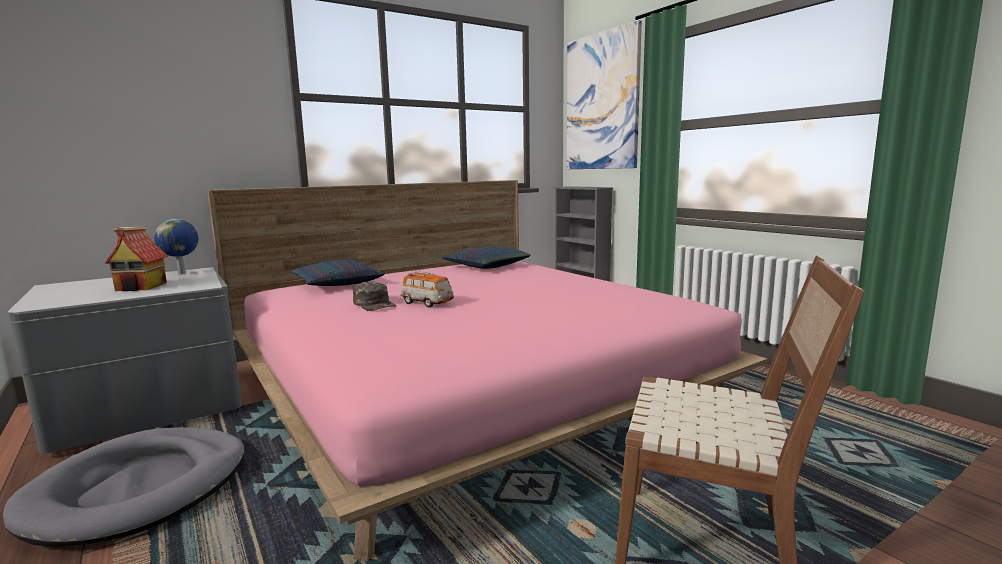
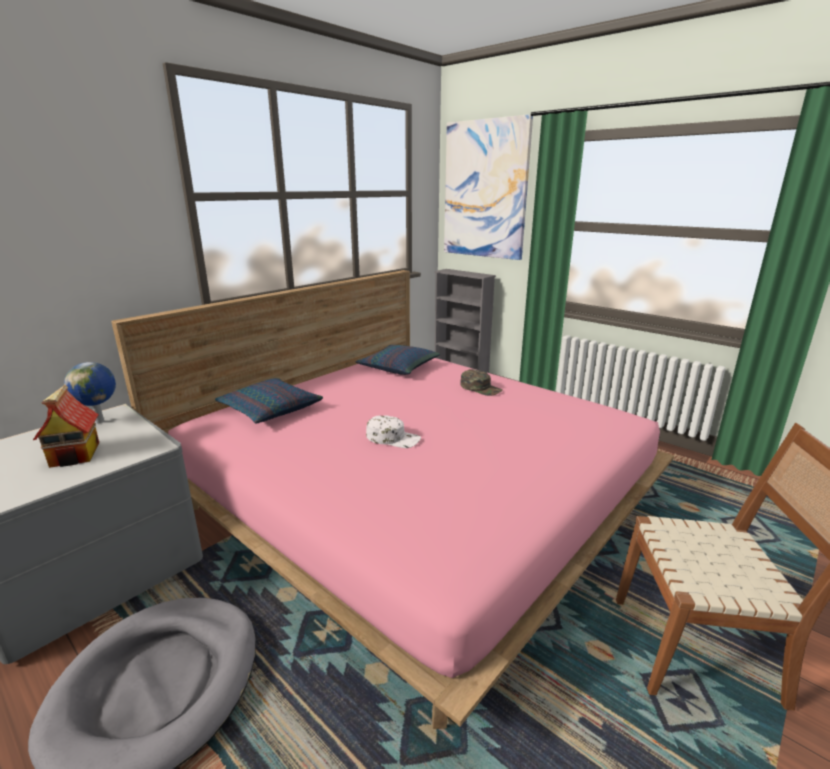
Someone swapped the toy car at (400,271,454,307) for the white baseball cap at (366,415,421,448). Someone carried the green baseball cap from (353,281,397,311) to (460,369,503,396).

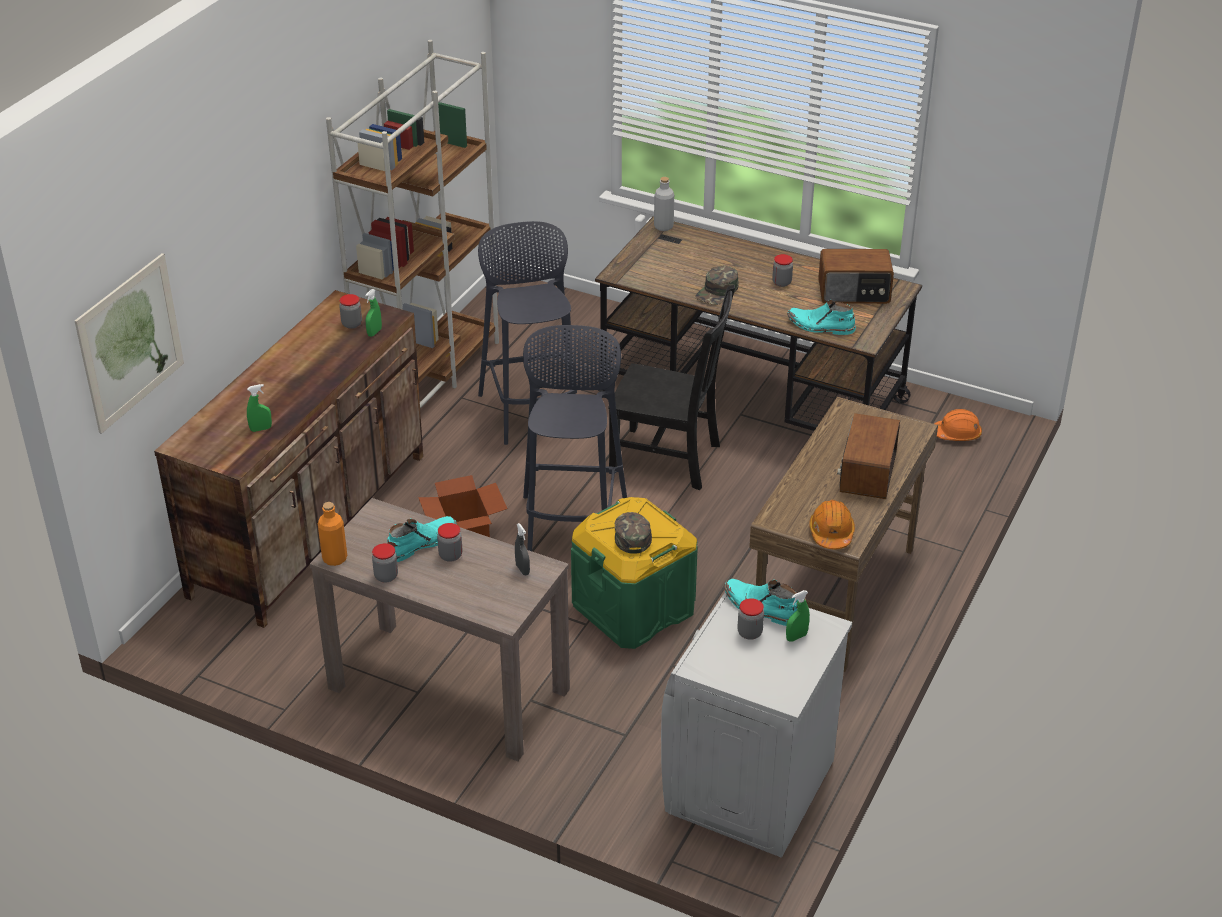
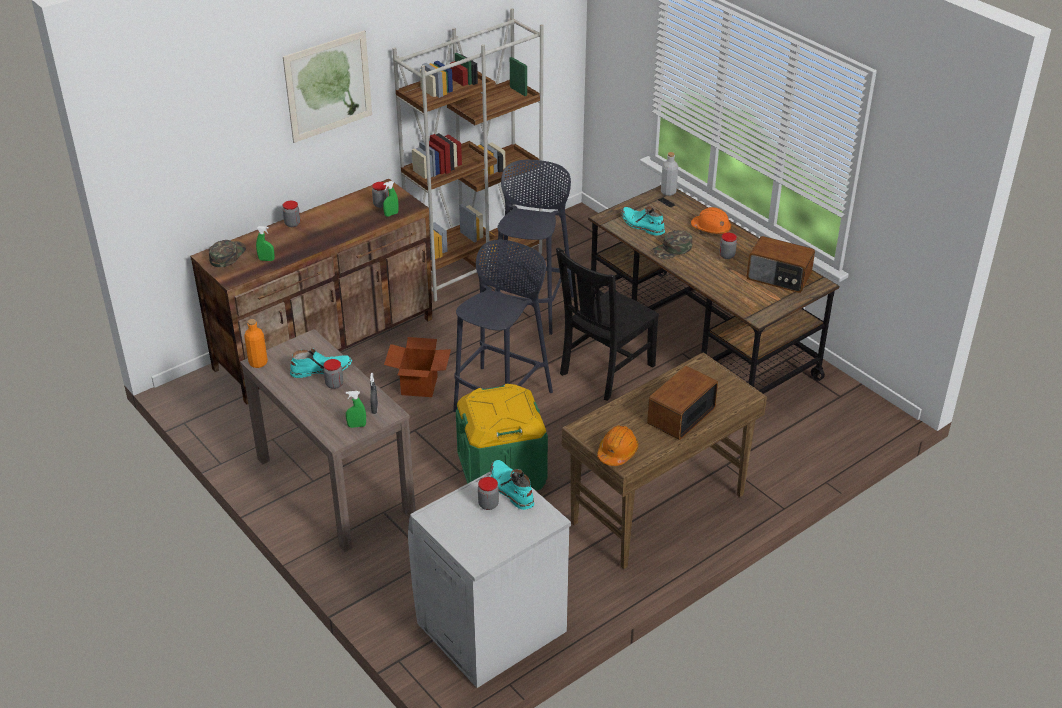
Someone carried the green baseball cap from (615,512,652,554) to (209,240,246,267). Someone carried the wall picture from (75,253,184,434) to (283,30,372,143). Someone carried the jar from (372,543,398,583) to (283,201,300,227). Someone carried the green hand sprayer from (786,590,810,642) to (346,391,366,428). Someone rotated the blackish plain chair at (608,285,735,490) by 90 degrees clockwise. Someone carried the turquoise high-top boot from (787,300,856,335) to (621,206,665,235). Someone carried the orange safety helmet from (934,409,982,441) to (691,207,731,234).

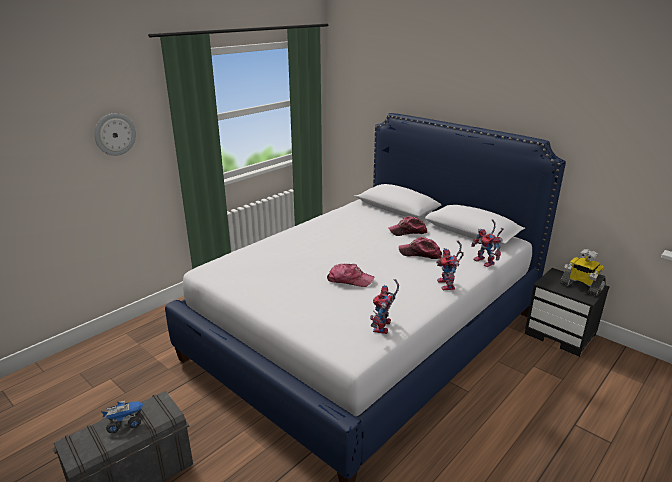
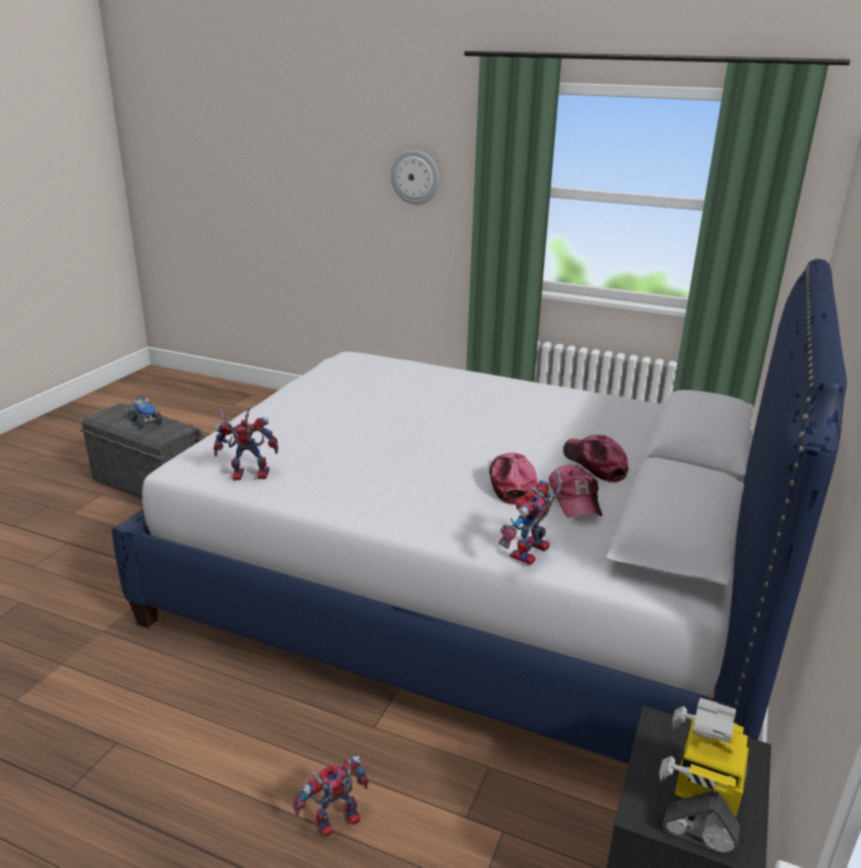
Someone carried the robot figure from (436,241,464,290) to (293,756,369,837). Someone carried the baseball cap from (327,263,374,287) to (549,464,602,518).

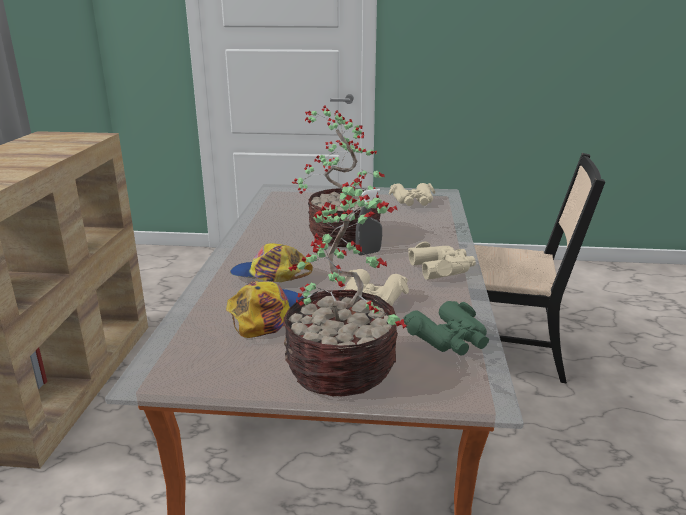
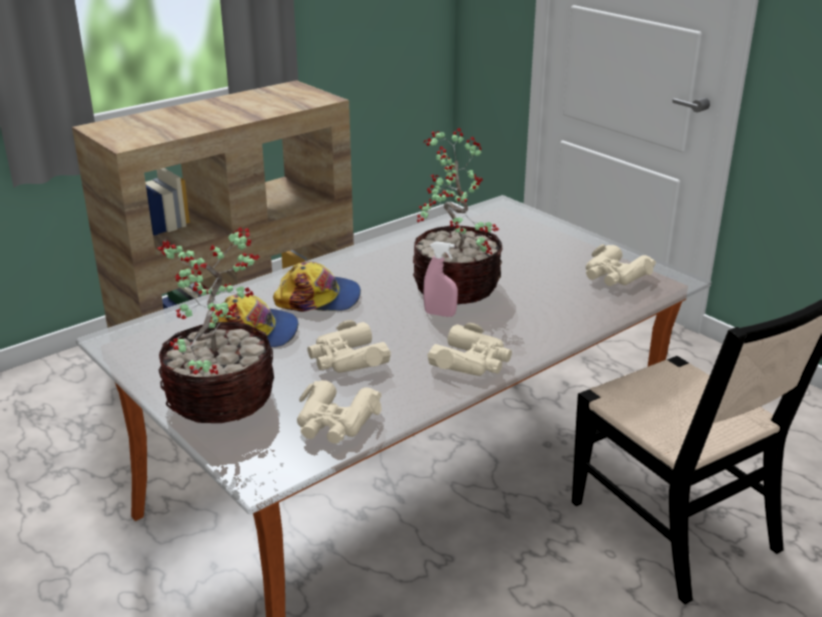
Someone rotated the baseball cap at (230,243,313,282) by 120 degrees clockwise. Someone repainted the green field glasses at (403,301,489,356), which became the sand-coloured field glasses at (297,380,382,444). Someone repainted the gray hand sprayer at (355,189,382,255), which became the pink-coloured hand sprayer at (423,241,458,317).

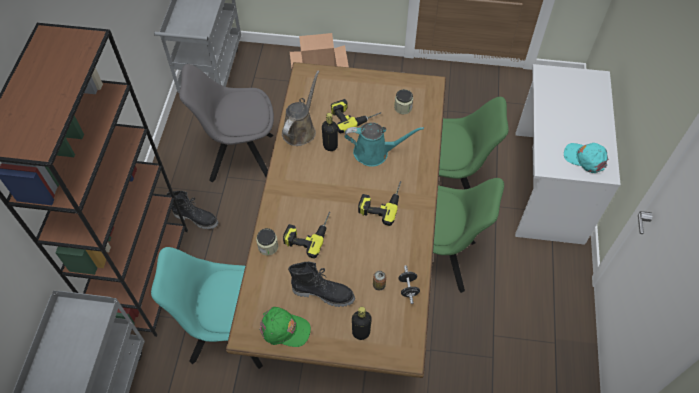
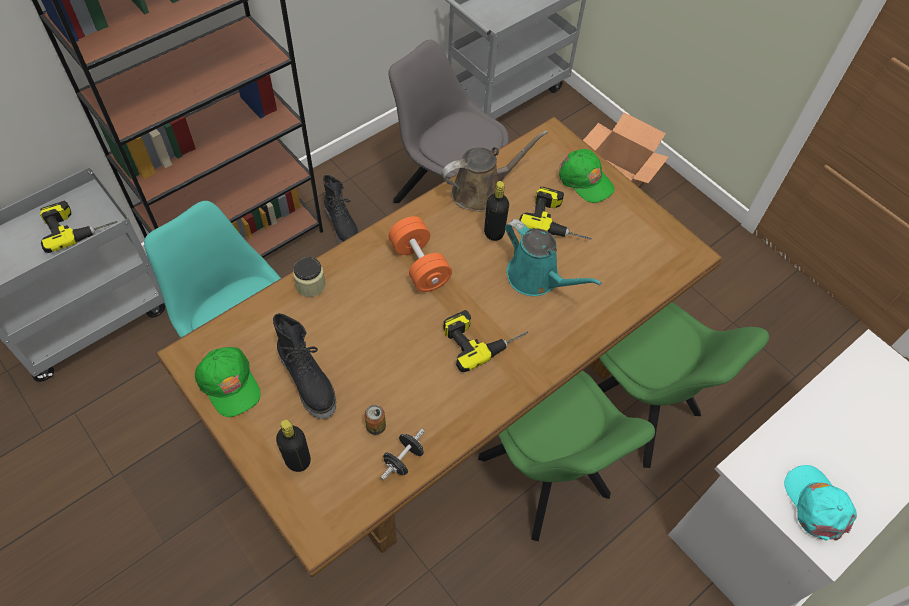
Someone carried the drill from (283,212,330,259) to (40,201,118,253). Someone put down the orange free weight at (389,216,452,292). Someone put down the green baseball cap at (559,149,615,203). Someone took away the jar at (394,89,413,114).

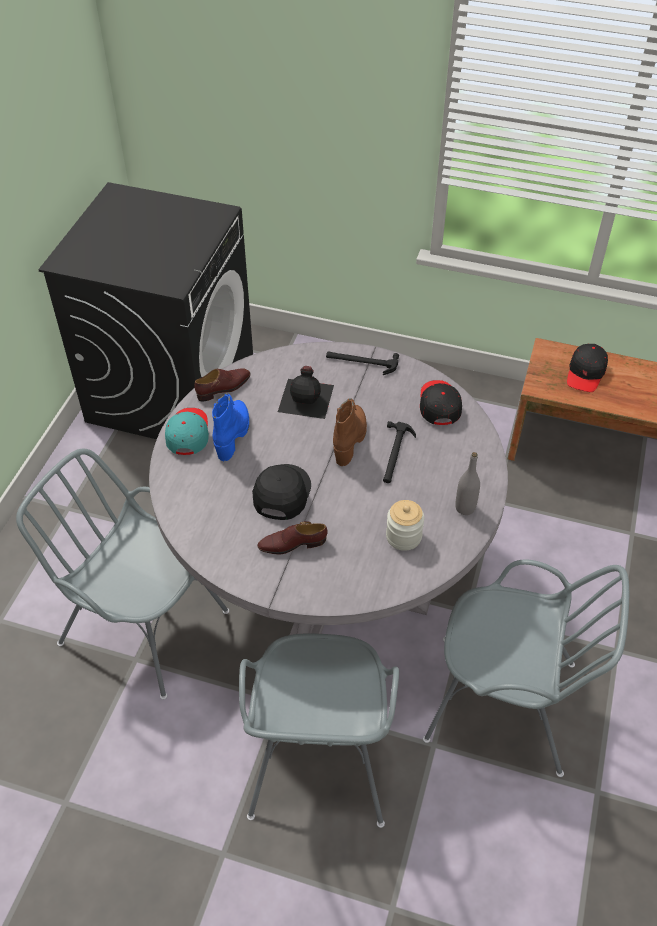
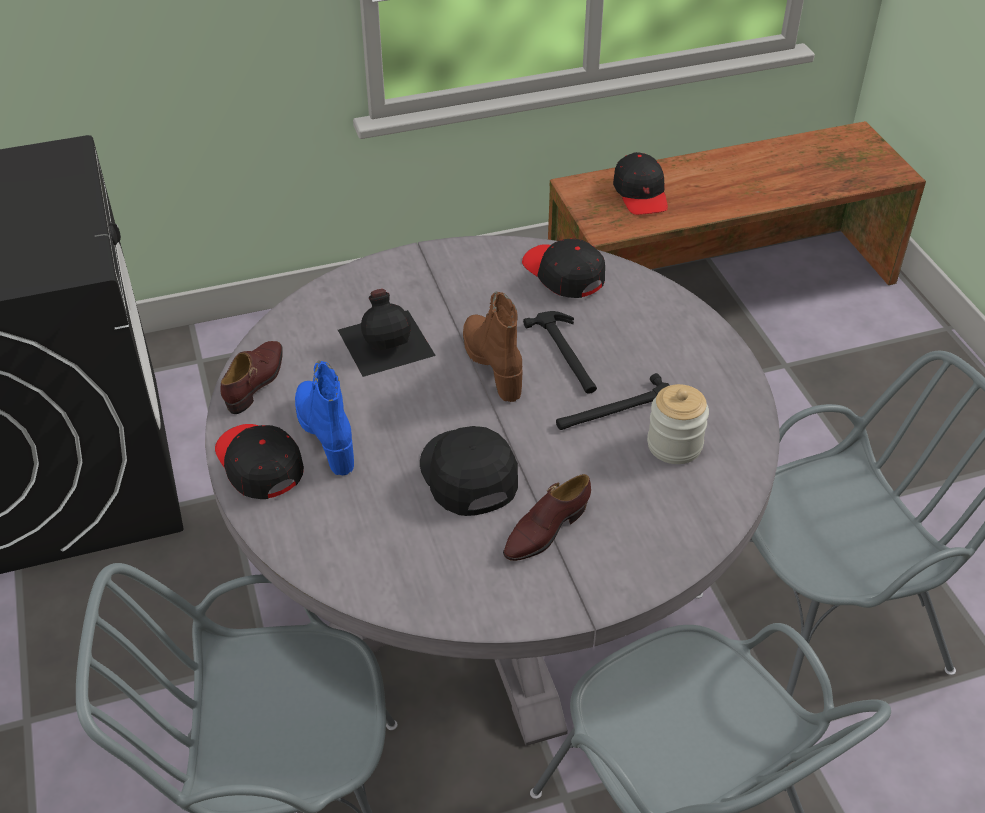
Someone repainted the turquoise baseball cap at (165,408,209,455), which became the blackish baseball cap at (215,424,304,499). Someone carried the hammer from (326,351,399,375) to (556,373,670,430). Someone took away the gray bottle at (455,452,480,515).

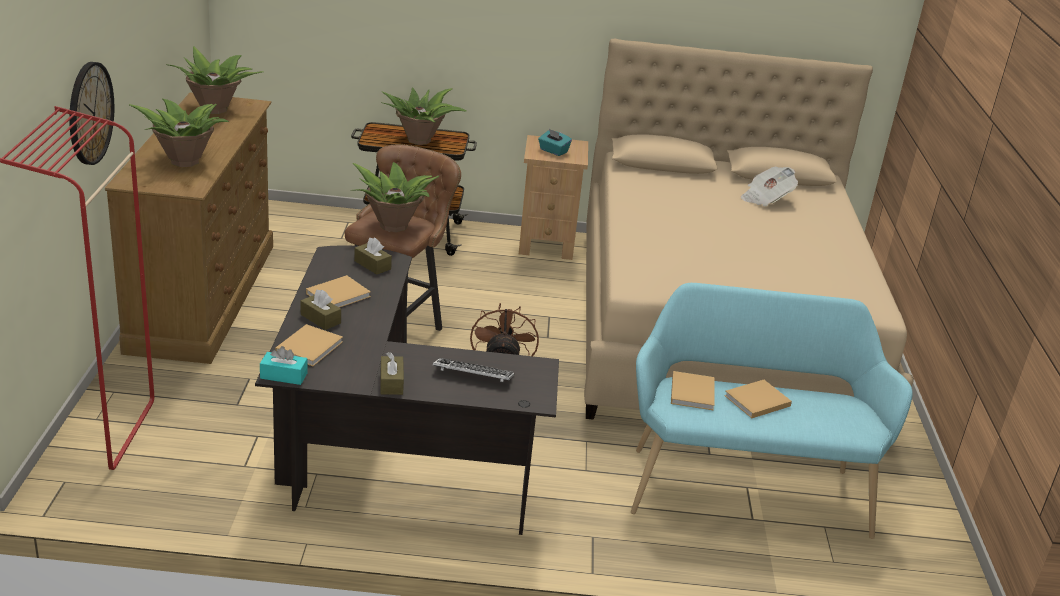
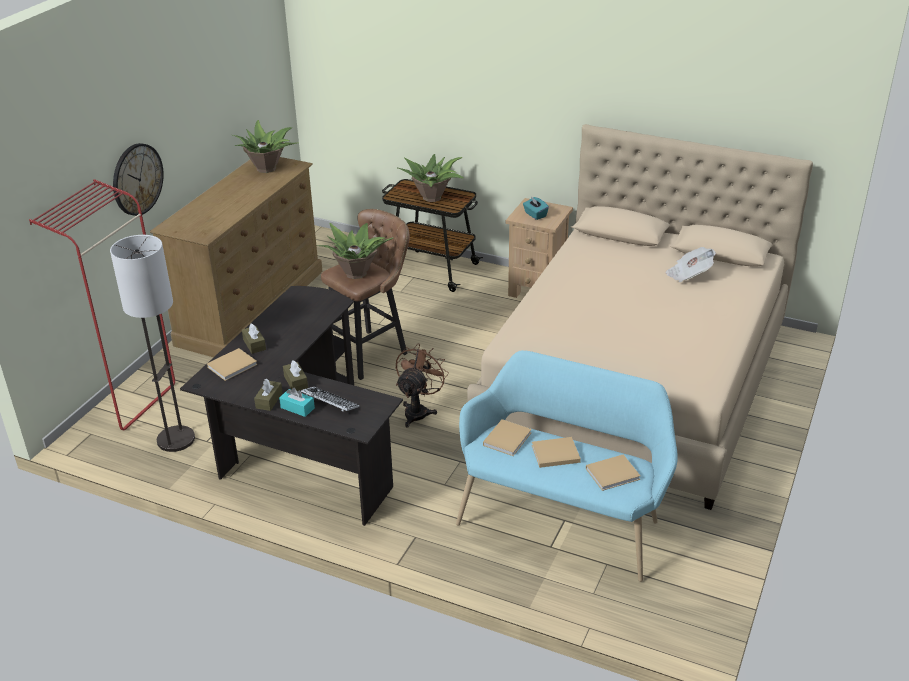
Someone put down the standard lamp at (110,235,195,452). Someone carried the turquoise tissue holder from (260,346,308,385) to (279,388,315,417). Someone carried the brownish tissue holder from (354,238,392,274) to (283,360,308,391). Someone carried the sand-coloured bound book from (306,275,371,308) to (586,454,641,491). Someone took away the houseplant at (129,99,229,167).

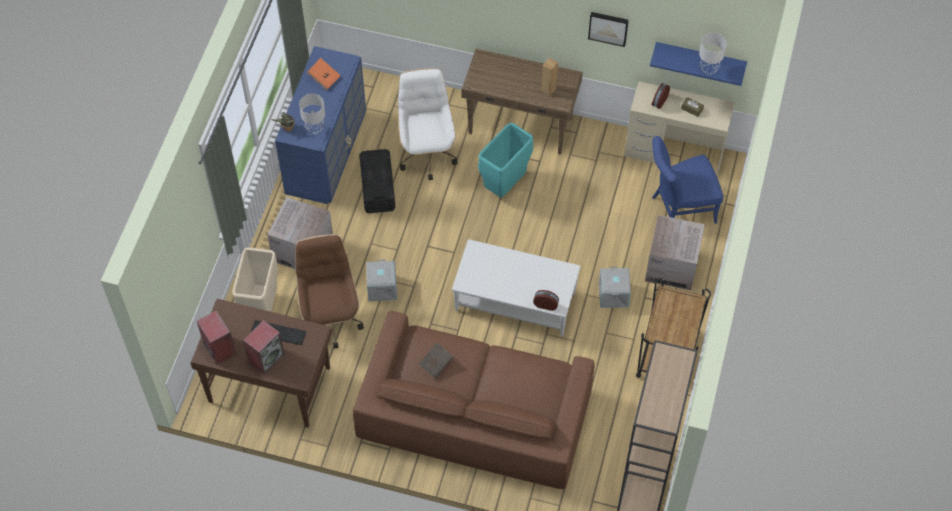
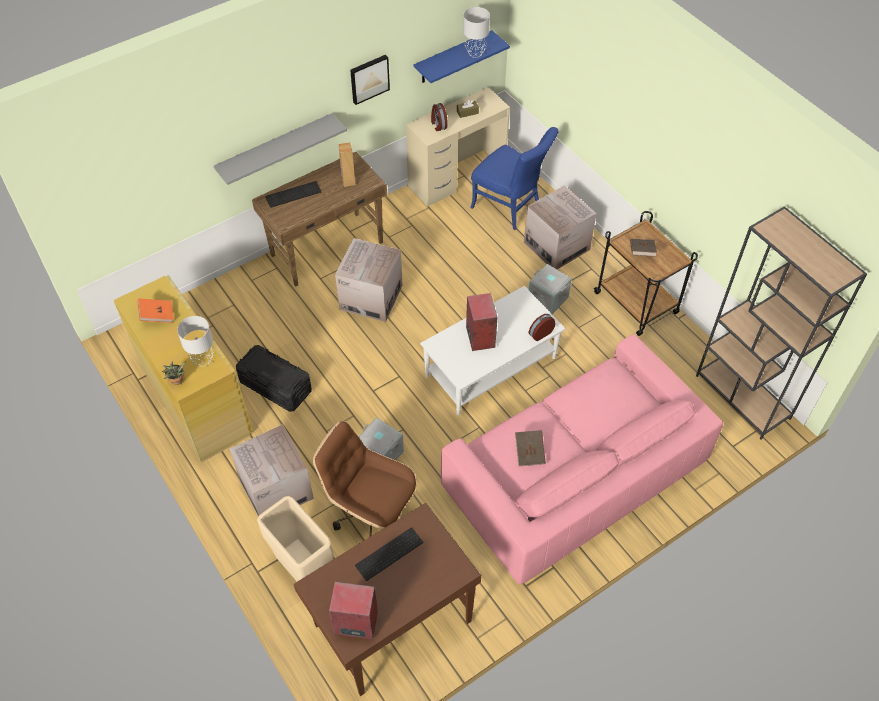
Someone repainted the blue-coloured cabinet at (275,46,366,204), which became the yellow cabinet at (114,275,252,462). Someone put up the gray bracket shelf at (214,113,347,185). Someone put down the keyboard at (265,181,321,208). Someone swapped the turquoise rubbish bin at (478,123,534,198) for the carton at (335,238,403,322). Someone repainted the brownish settee at (353,311,594,489), which became the pink-coloured settee at (441,334,723,584). Someone carried the loudspeaker from (243,320,285,375) to (466,293,498,351). Someone rotated the blue-coloured plain chair at (652,136,723,224) by 75 degrees counterclockwise. Someone put down the brownish bound book at (630,239,657,257). Someone took away the white desk chair at (398,68,457,180).

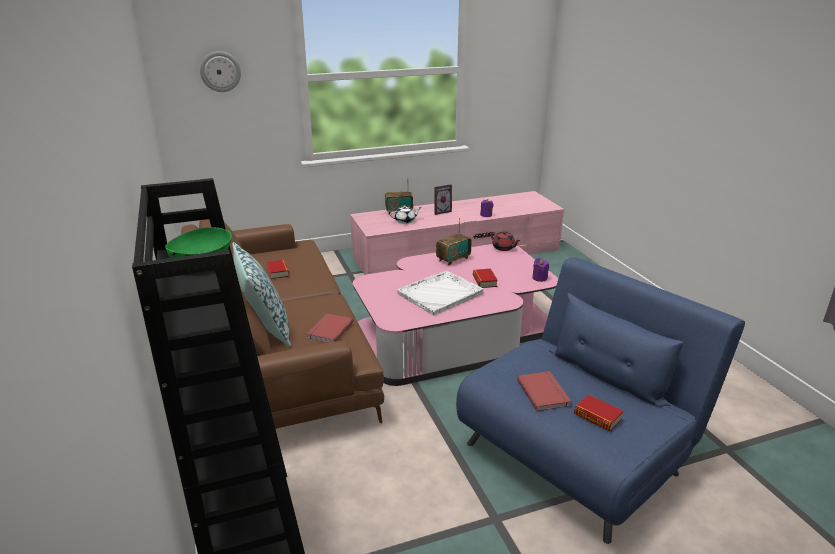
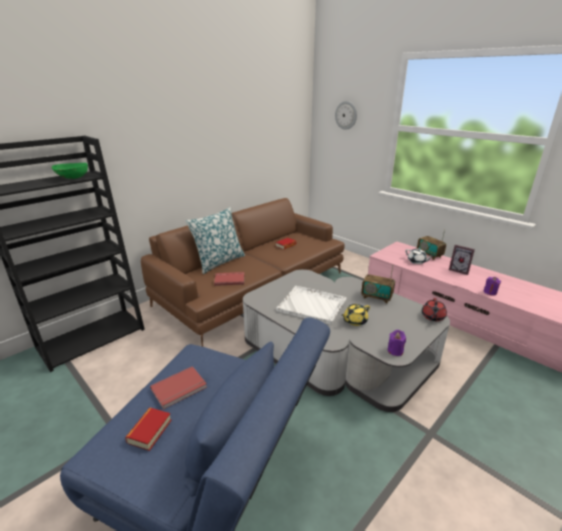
Someone repainted the pink-coloured low table at (353,244,558,386), which became the gray low table at (243,269,450,412). Someone swapped the bound book at (473,269,498,288) for the yellow tea pot at (341,304,370,326).

